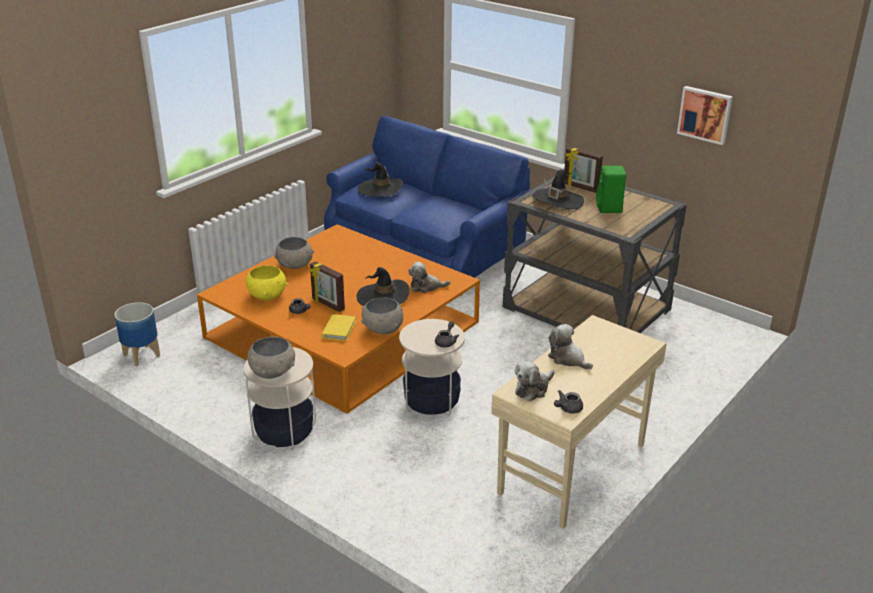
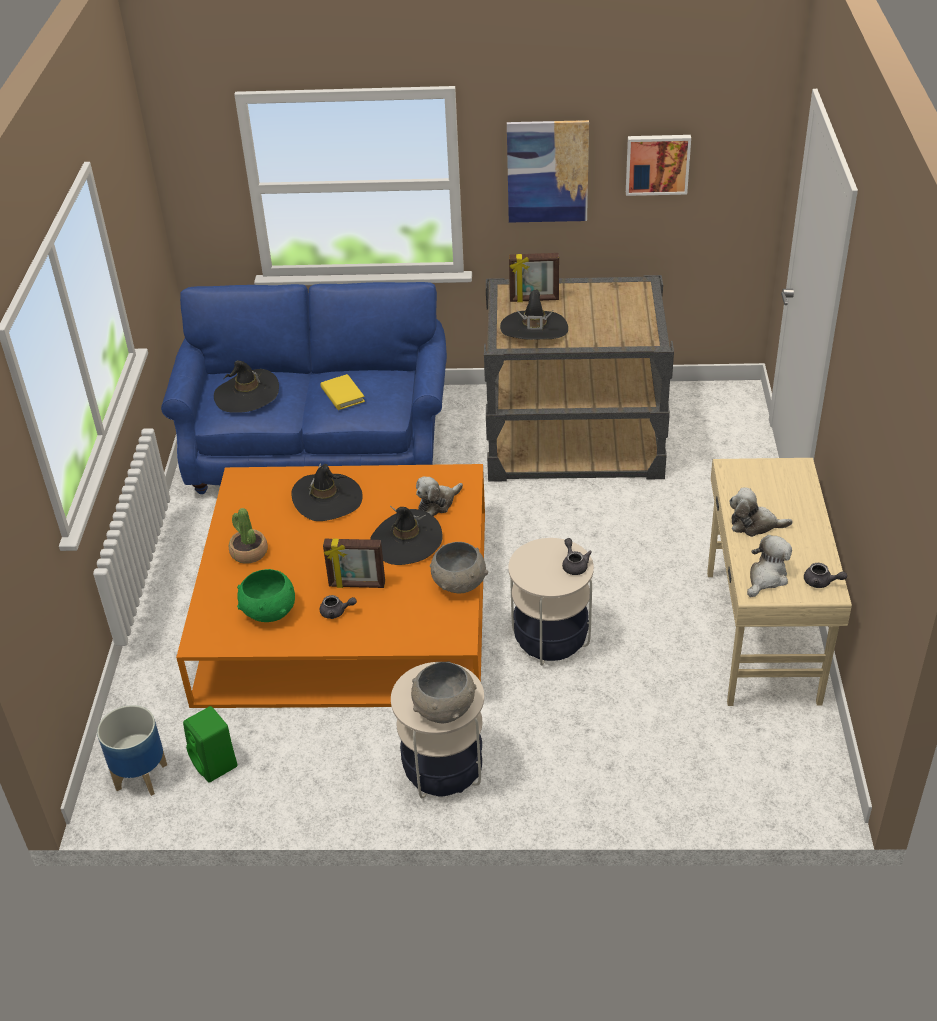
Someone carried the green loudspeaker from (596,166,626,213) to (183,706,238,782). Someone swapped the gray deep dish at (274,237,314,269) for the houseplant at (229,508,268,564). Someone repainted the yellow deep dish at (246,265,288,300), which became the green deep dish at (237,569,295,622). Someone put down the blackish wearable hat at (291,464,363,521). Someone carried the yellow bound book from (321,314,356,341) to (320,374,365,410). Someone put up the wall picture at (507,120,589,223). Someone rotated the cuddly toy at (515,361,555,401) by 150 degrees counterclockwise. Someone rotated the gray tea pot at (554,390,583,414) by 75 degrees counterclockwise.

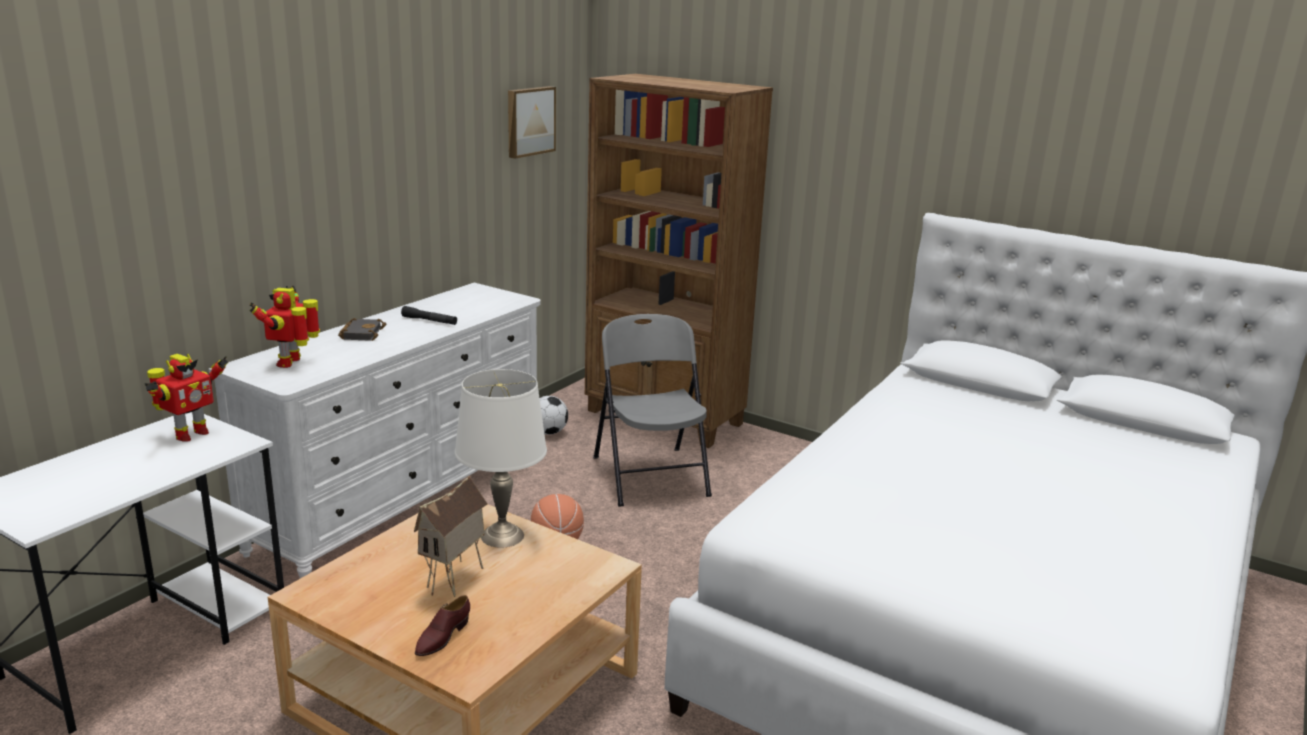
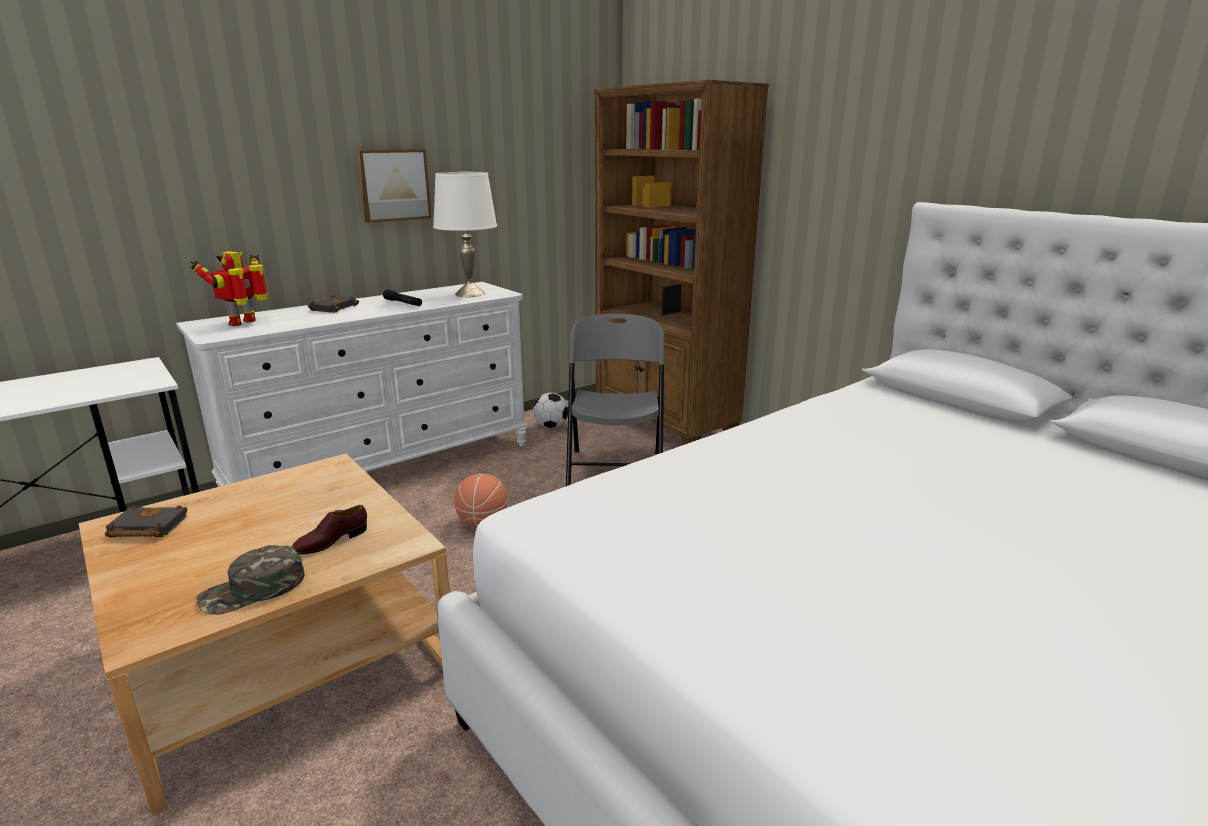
Someone put down the blackish bound book at (105,505,188,537). Someone put down the green baseball cap at (196,545,304,615). Someone carried the brownish shoe from (415,595,470,656) to (292,505,367,554). Someone carried the wall picture from (508,86,556,159) to (356,149,431,223). Someone carried the white lamp for a table from (455,369,547,548) to (433,172,497,297). Someone took away the robot figure at (145,354,229,442). Someone took away the model house at (414,476,488,597).

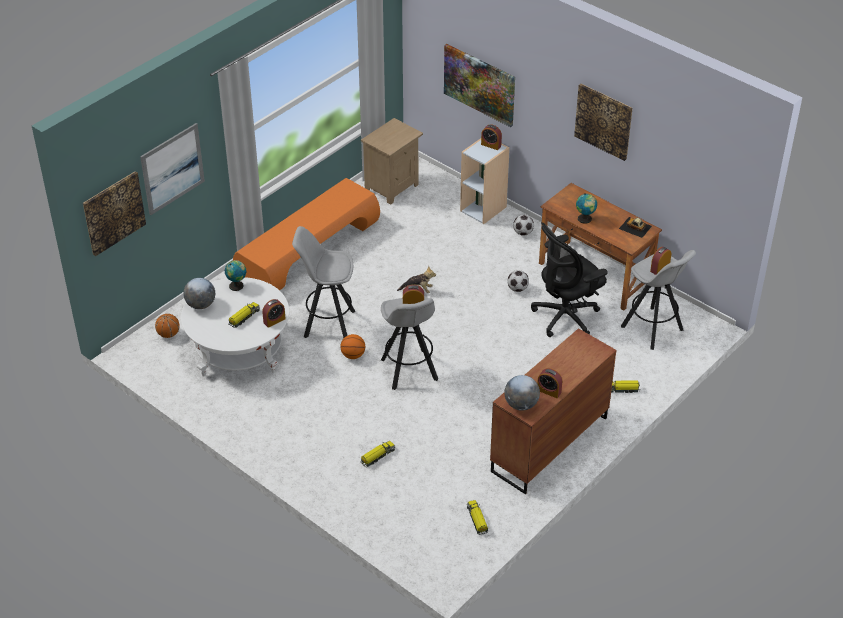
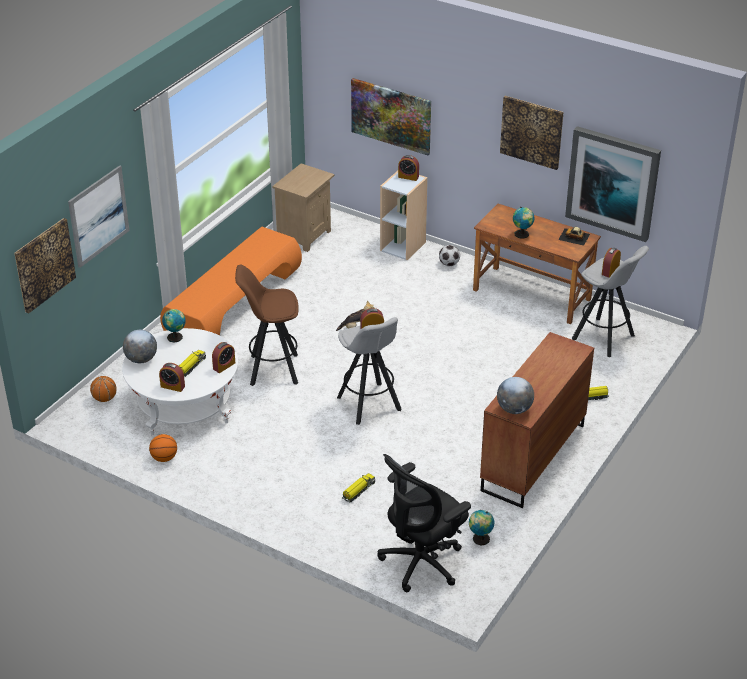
Someone carried the basketball from (340,334,365,359) to (149,434,177,462). Someone carried the bedside clock from (537,368,562,398) to (159,363,185,392). Someone repainted the gray stool at (292,226,355,338), which became the brownish stool at (235,265,299,386). Someone carried the blackish desk chair from (531,222,608,337) to (378,454,471,592). Someone swapped the model truck at (467,500,488,535) for the globe at (469,510,494,545). Someone put up the wall picture at (565,126,661,242). Someone took away the football ball at (507,270,529,292).

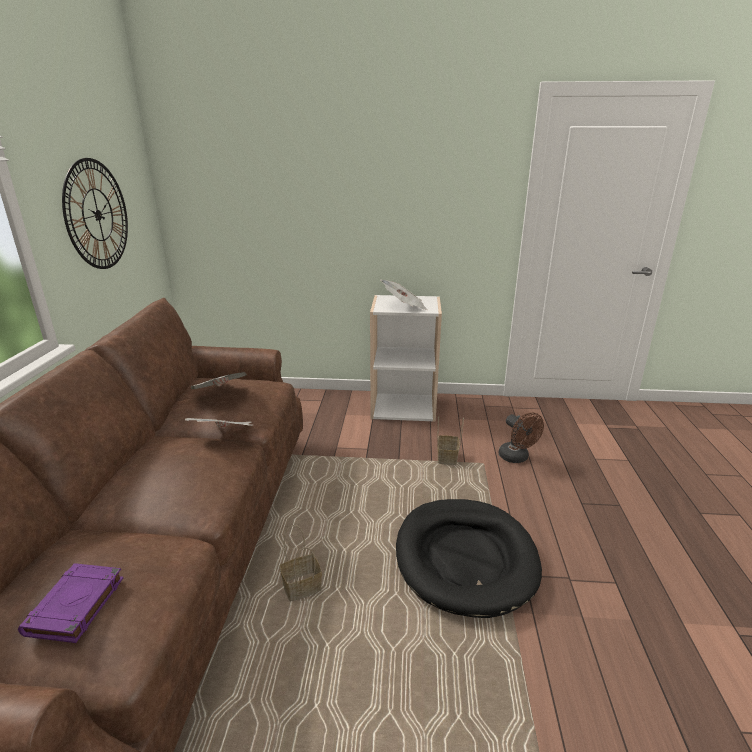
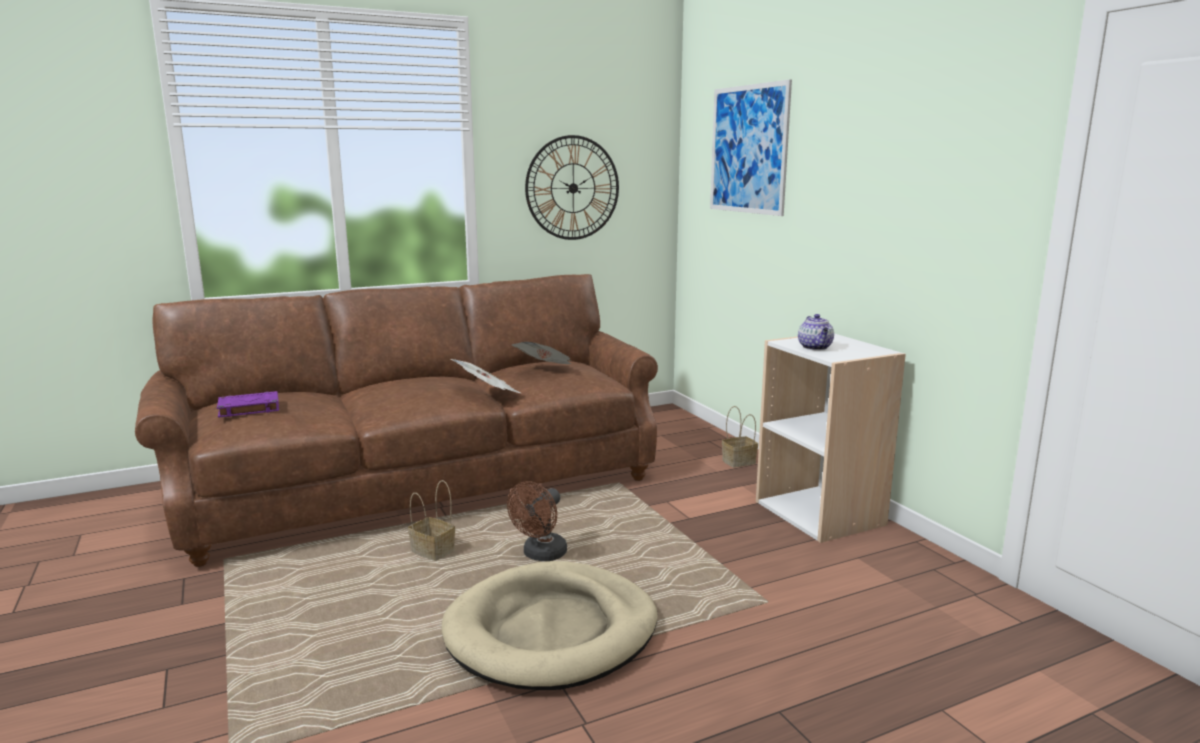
Someone repainted the blackish dog cushion at (396,499,542,618), which became the sand-coloured dog cushion at (442,561,658,690). Someone carried the brownish electric fan from (499,412,544,463) to (507,481,567,561). Someone put up the wall picture at (710,79,792,216). Someone carried the household basket from (437,416,464,465) to (722,406,758,468). Someone swapped the newspaper at (380,279,428,310) for the tea pot at (798,314,834,350).

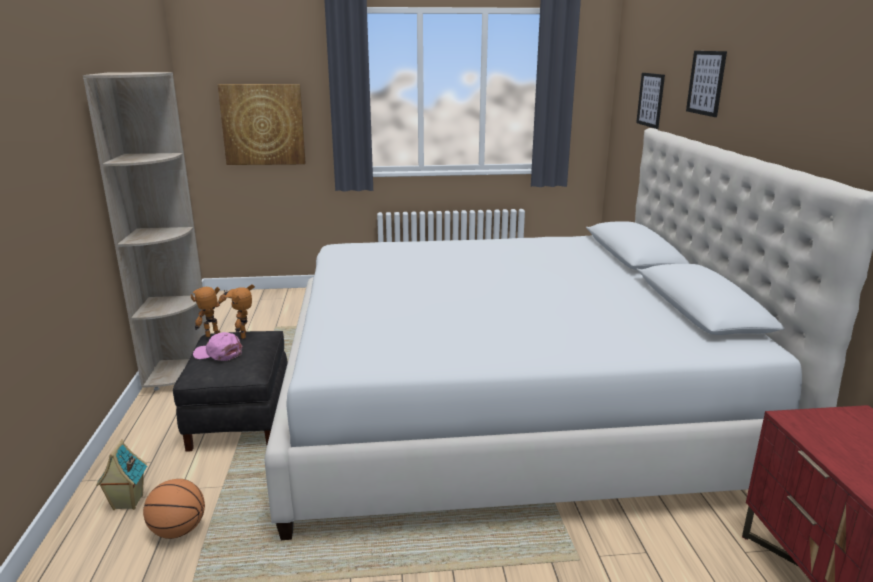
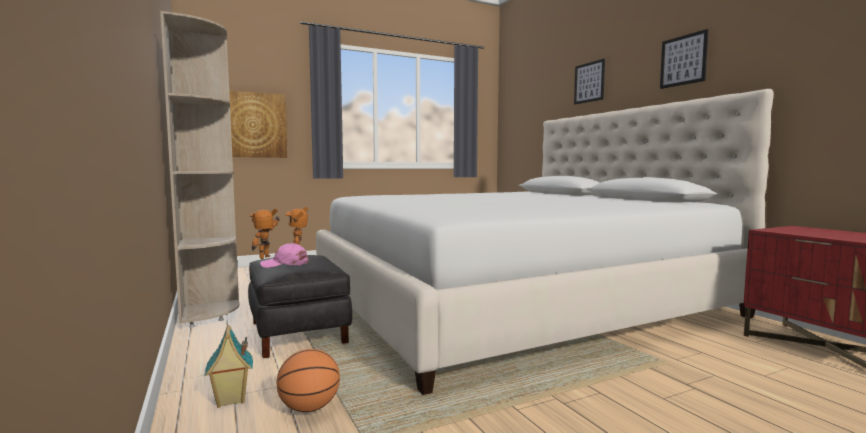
Someone carried the wall picture from (636,73,665,129) to (660,29,709,89).

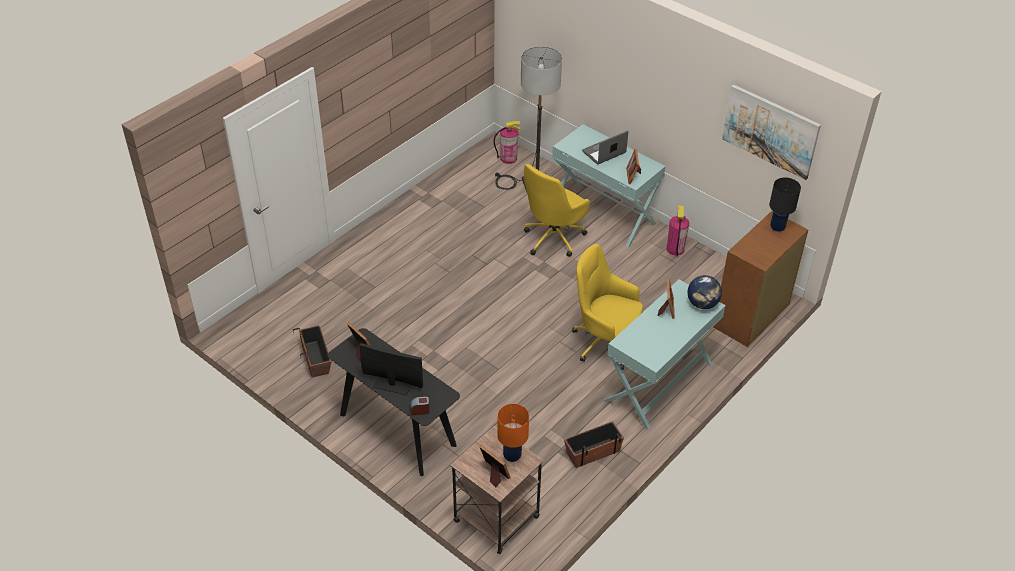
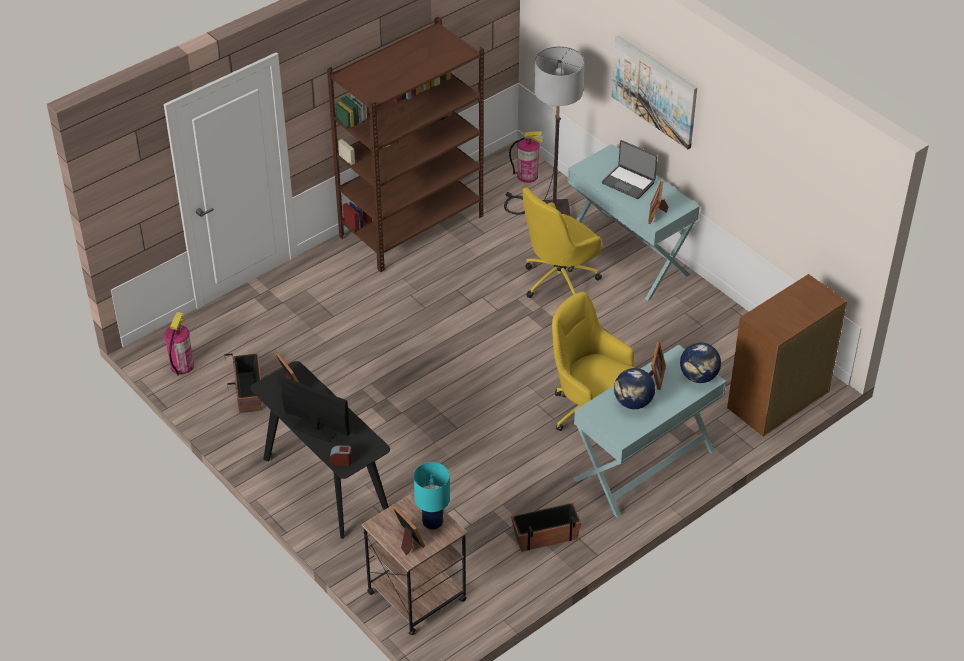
Someone carried the extinguisher from (666,205,689,256) to (164,312,194,376). Someone put down the brownish bookcase at (327,16,484,272). Someone repainted the orange lamp for a table at (497,404,529,462), which became the turquoise lamp for a table at (414,462,450,530). Someone rotated the notebook computer at (582,131,628,165) by 120 degrees counterclockwise. Someone carried the wall picture from (722,85,821,180) to (612,35,697,149). Someone put down the globe at (614,368,655,409). Someone took away the blackish lamp for a table at (769,178,801,231).

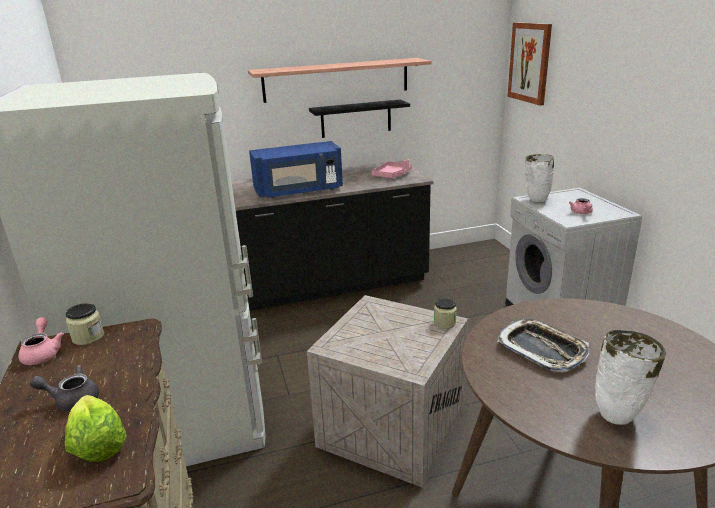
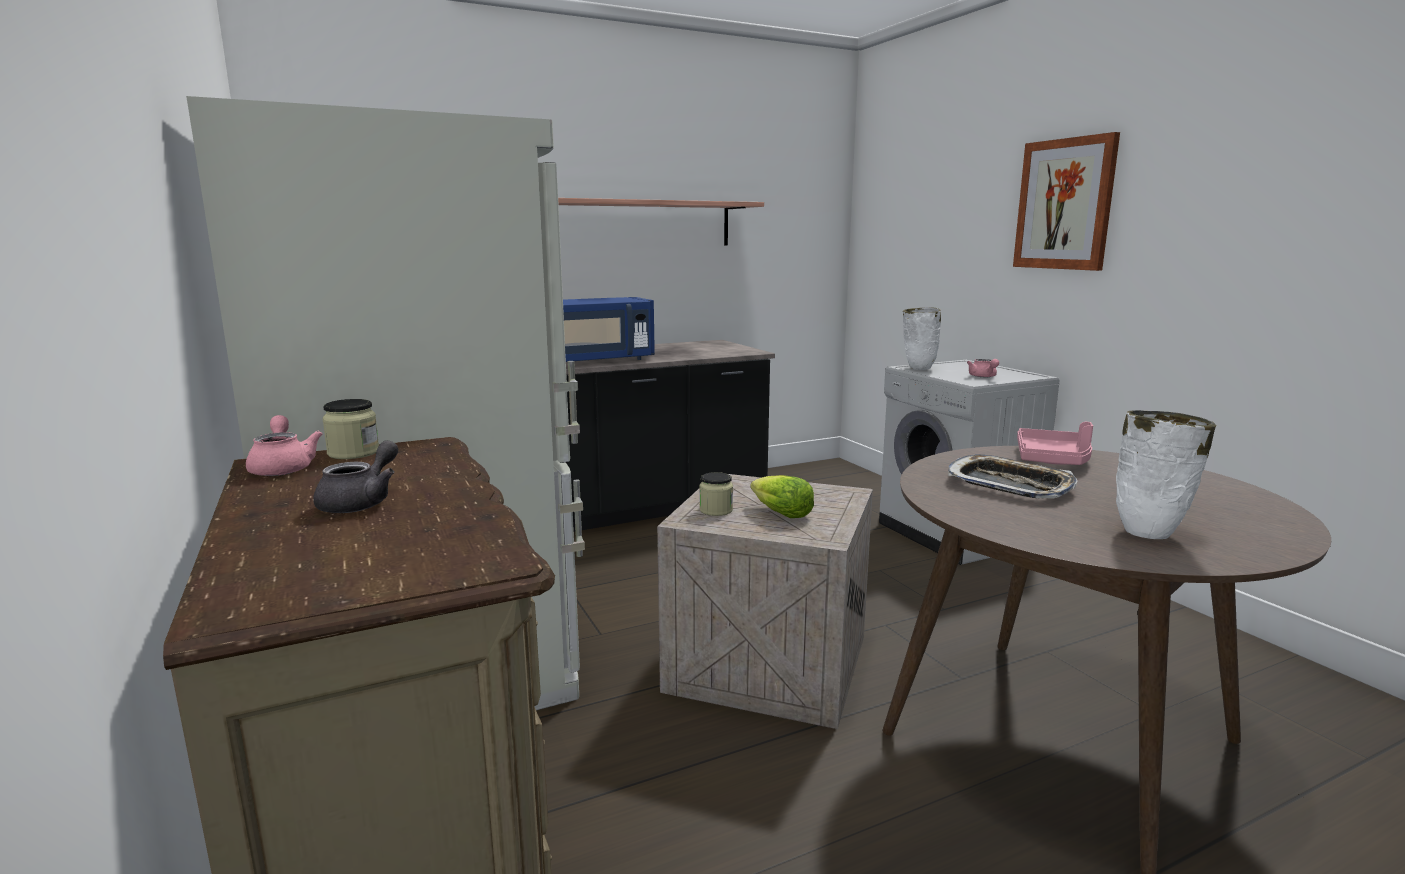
Someone rotated the gray tea pot at (30,365,99,412) by 120 degrees clockwise. Someone carried the jar from (434,298,457,329) to (699,472,733,516). Someone carried the lettuce from (65,395,127,462) to (750,475,814,518). Someone carried the wall picture from (508,22,552,106) to (1013,132,1120,271). Someone carried the pink-coloured carrying tray from (371,159,412,178) to (1017,422,1093,465). Someone took away the blackish bracket shelf at (309,100,410,138).

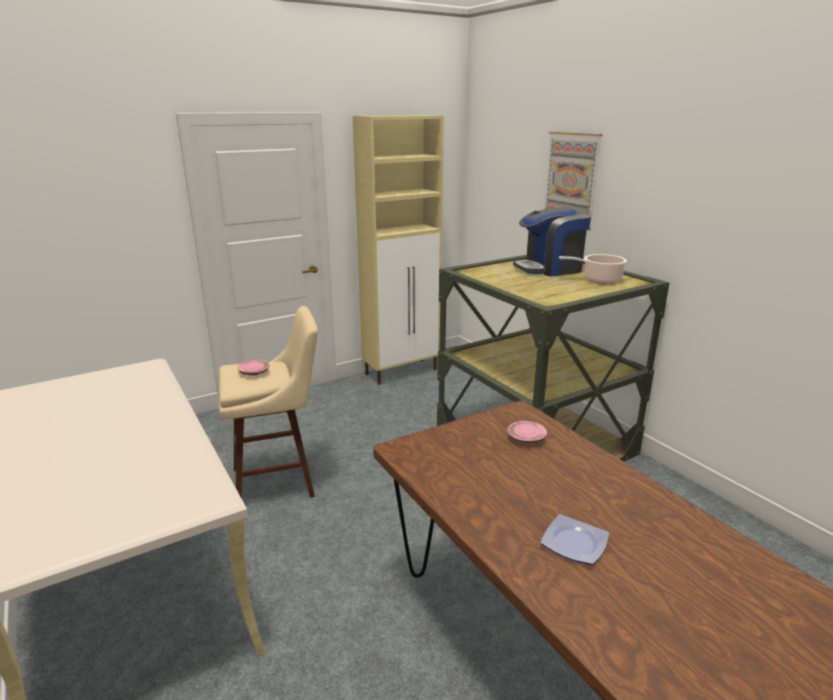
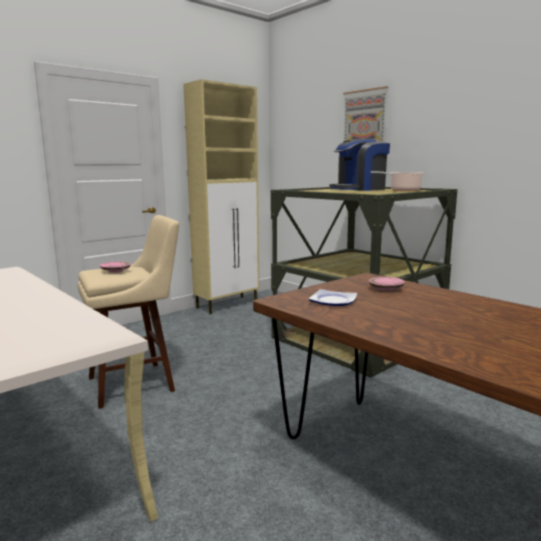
Someone carried the dinner plate from (540,514,609,565) to (308,289,357,306).

